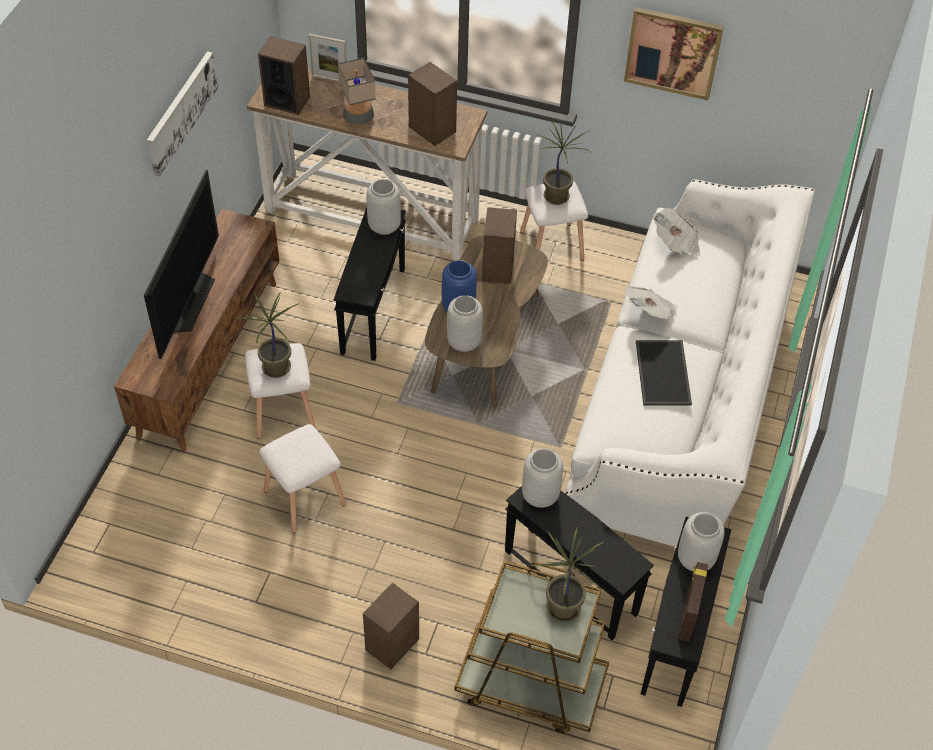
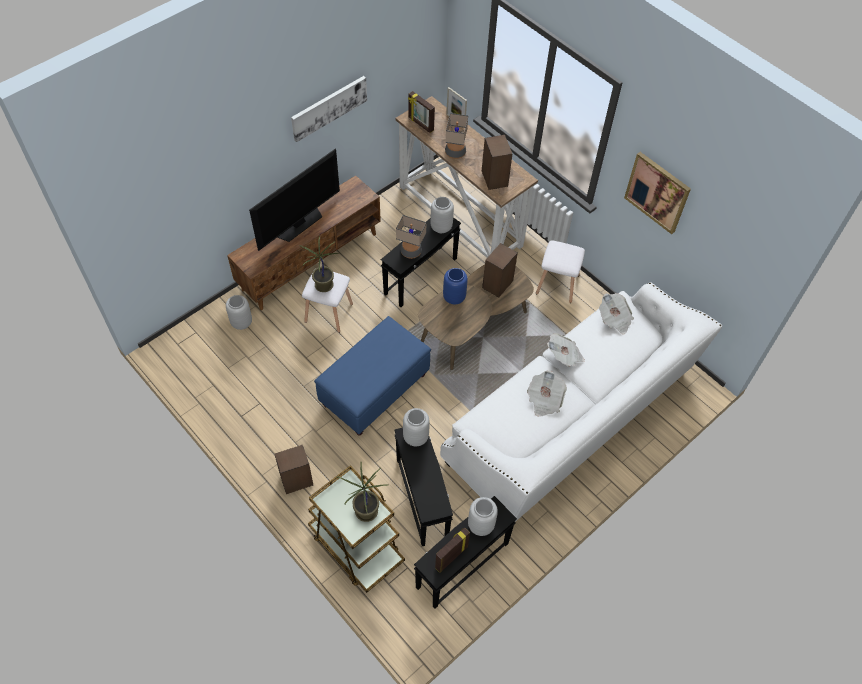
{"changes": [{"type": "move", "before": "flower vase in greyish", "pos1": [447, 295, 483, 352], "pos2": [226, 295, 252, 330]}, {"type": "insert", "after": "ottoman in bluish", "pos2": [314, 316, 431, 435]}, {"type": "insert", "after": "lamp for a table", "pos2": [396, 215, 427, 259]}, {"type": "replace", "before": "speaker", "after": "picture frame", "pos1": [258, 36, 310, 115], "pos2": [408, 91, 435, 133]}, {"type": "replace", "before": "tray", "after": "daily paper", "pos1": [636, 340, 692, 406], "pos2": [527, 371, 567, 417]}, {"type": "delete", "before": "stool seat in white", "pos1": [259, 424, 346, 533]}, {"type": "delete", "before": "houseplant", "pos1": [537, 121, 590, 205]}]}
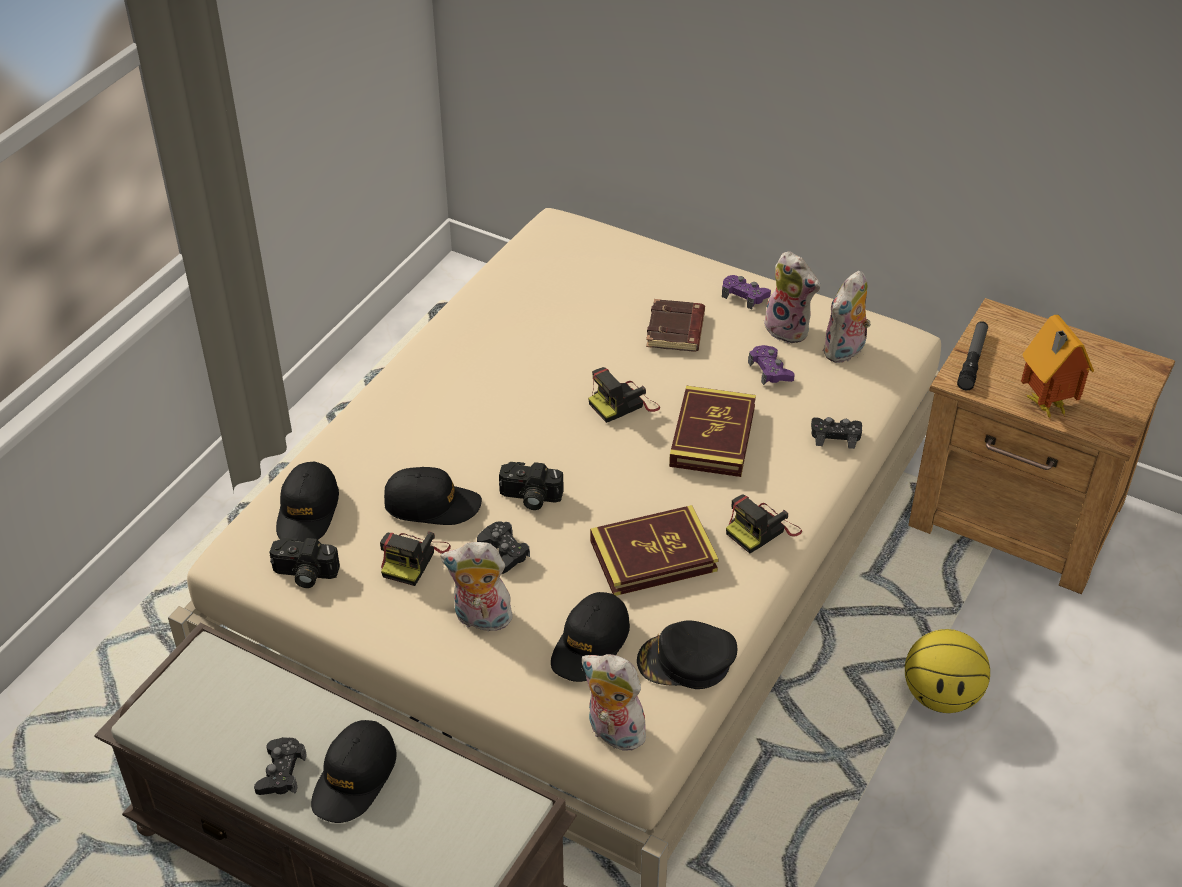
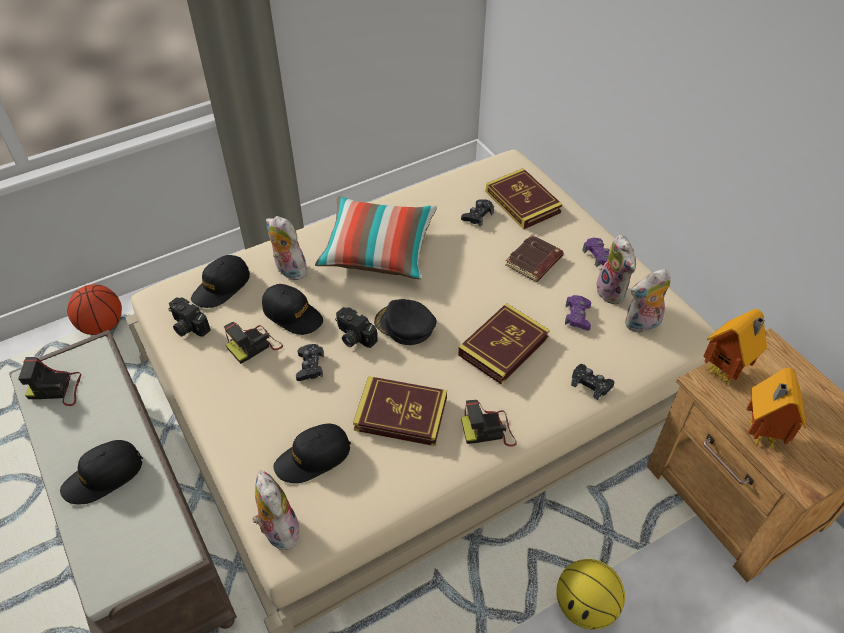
{"changes": [{"type": "move", "before": "photo camera", "pos1": [588, 367, 660, 423], "pos2": [18, 357, 81, 406]}, {"type": "insert", "after": "ball for basketball", "pos2": [67, 284, 122, 335]}, {"type": "move", "before": "cuddly toy", "pos1": [441, 542, 518, 632], "pos2": [266, 216, 307, 280]}, {"type": "insert", "after": "pillow", "pos2": [315, 196, 437, 279]}, {"type": "move", "before": "cap in blackish", "pos1": [637, 621, 737, 689], "pos2": [374, 299, 437, 345]}, {"type": "move", "before": "gamepad in blackish", "pos1": [254, 737, 307, 795], "pos2": [461, 199, 494, 227]}, {"type": "insert", "after": "bound book", "pos2": [486, 168, 563, 230]}, {"type": "replace", "before": "flashlight", "after": "miniature house", "pos1": [957, 321, 988, 390], "pos2": [703, 309, 767, 384]}]}
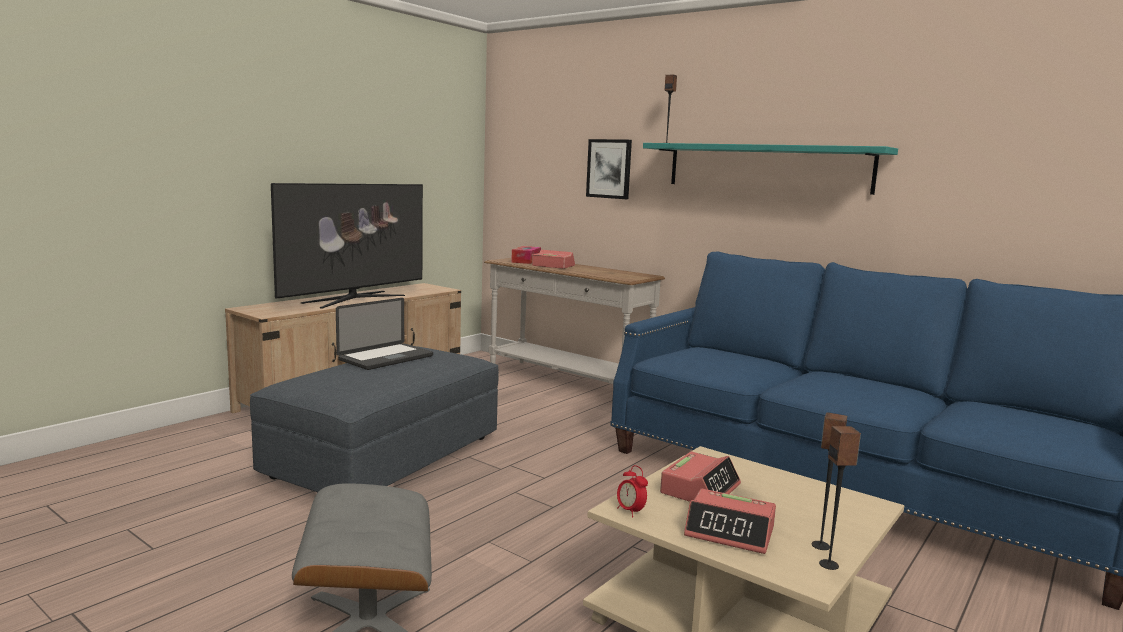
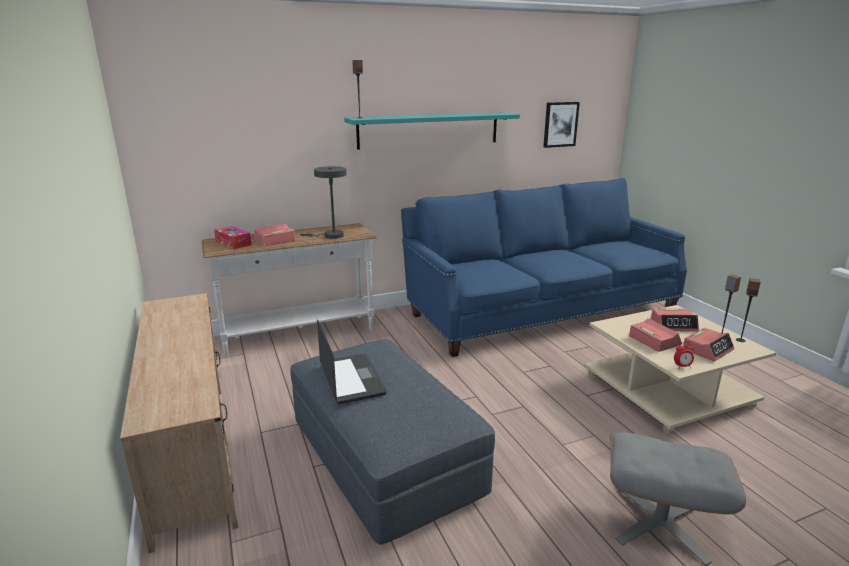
{"changes": [{"type": "insert", "after": "lamp for a table in greyish", "pos2": [300, 166, 347, 239]}, {"type": "move", "before": "wall picture", "pos1": [586, 139, 632, 199], "pos2": [543, 102, 580, 148]}, {"type": "insert", "after": "bedside clock", "pos2": [651, 308, 699, 331]}, {"type": "delete", "before": "TV set", "pos1": [271, 183, 423, 308]}]}
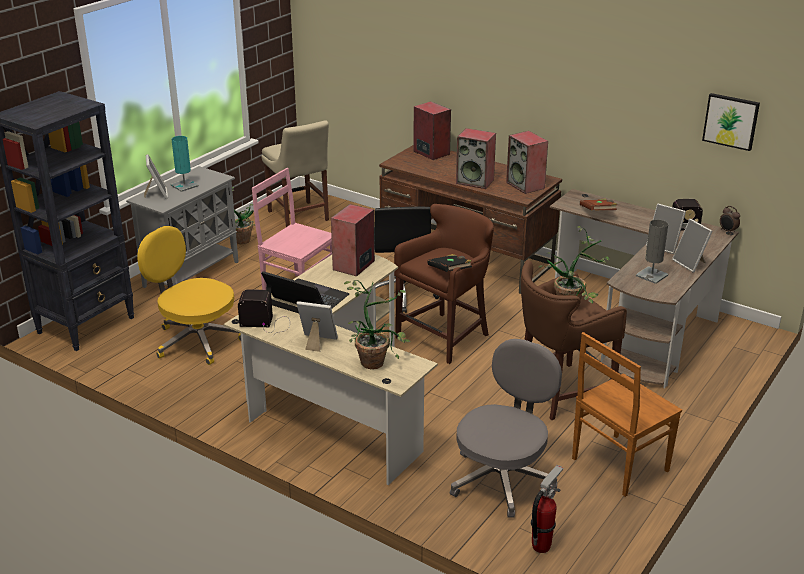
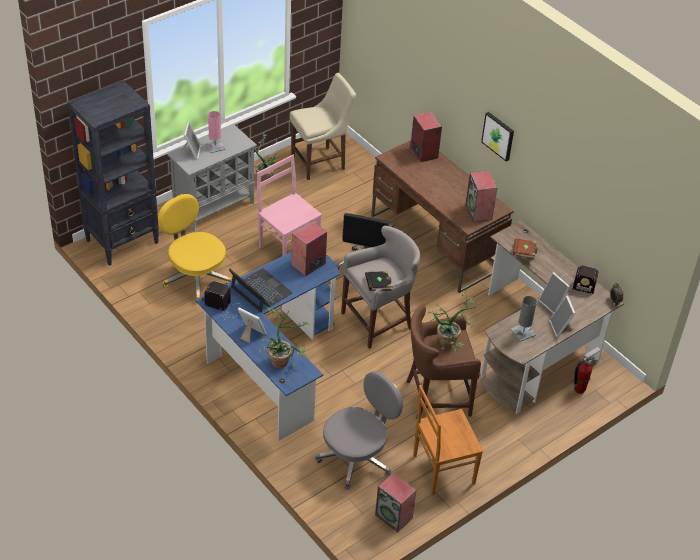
{"changes": [{"type": "recolor", "before": "desk unit in beige-coloured", "after": "desk unit in bluish", "pos1": [223, 255, 438, 485], "pos2": [195, 252, 340, 441]}, {"type": "recolor", "before": "lamp for a table in turquoise", "after": "lamp for a table in pinkish", "pos1": [171, 136, 199, 192], "pos2": [205, 111, 226, 153]}, {"type": "rotate", "before": "chair in beige-coloured", "pos1": [261, 121, 329, 227], "pos2": [290, 73, 356, 180], "turn": -105}, {"type": "recolor", "before": "stool seat in brownish", "after": "stool seat in greyish", "pos1": [394, 204, 494, 364], "pos2": [341, 226, 420, 349]}, {"type": "move", "before": "speaker", "pos1": [456, 128, 496, 189], "pos2": [375, 473, 416, 532]}, {"type": "move", "before": "wall picture", "pos1": [702, 93, 760, 151], "pos2": [481, 112, 514, 161]}, {"type": "move", "before": "extinguisher", "pos1": [531, 465, 563, 553], "pos2": [574, 346, 602, 394]}]}
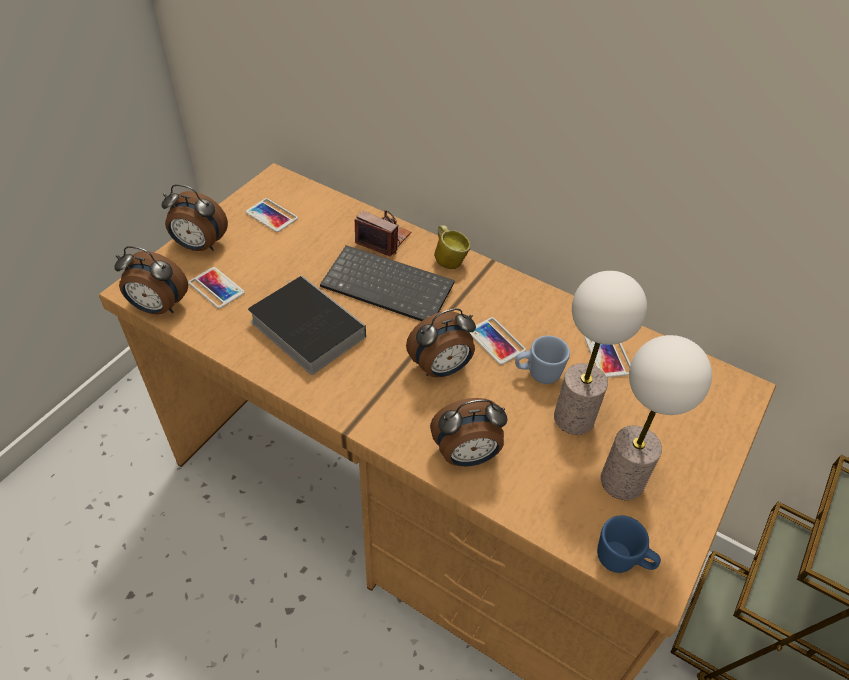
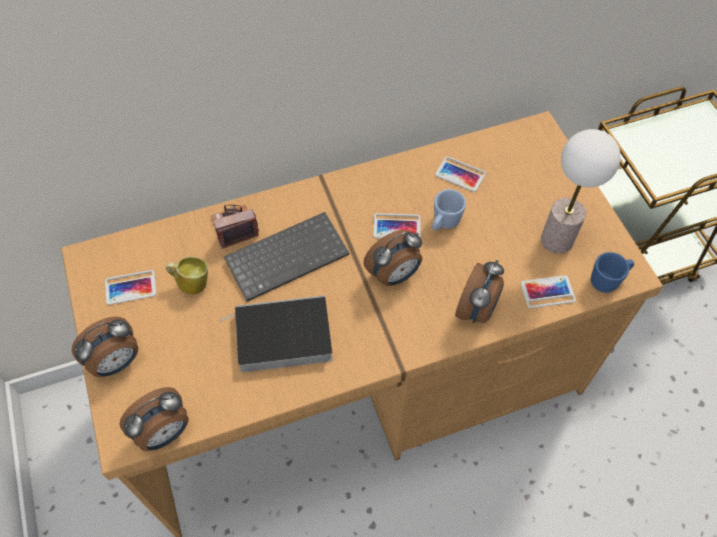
{"changes": [{"type": "move", "before": "mug", "pos1": [434, 225, 471, 269], "pos2": [166, 257, 208, 294]}, {"type": "rotate", "before": "bedside clock", "pos1": [406, 308, 476, 377], "pos2": [363, 230, 422, 286], "turn": 45}, {"type": "move", "before": "phone", "pos1": [188, 267, 245, 309], "pos2": [521, 275, 576, 308]}, {"type": "delete", "before": "lamp for a table", "pos1": [554, 271, 647, 435]}]}
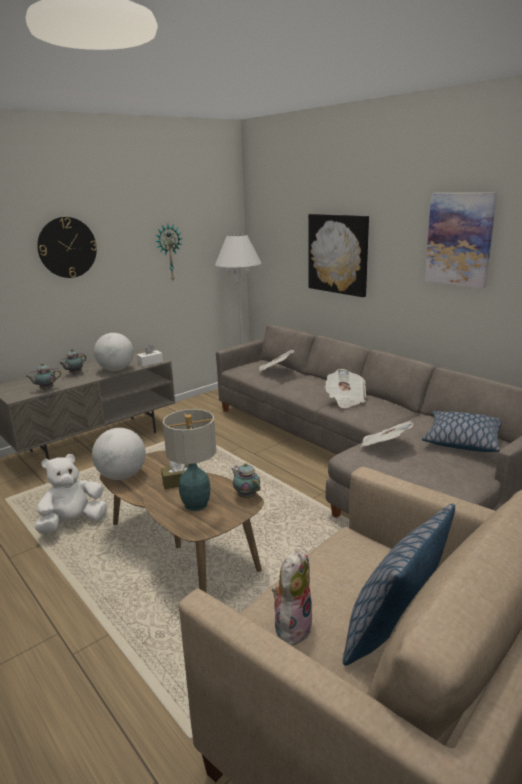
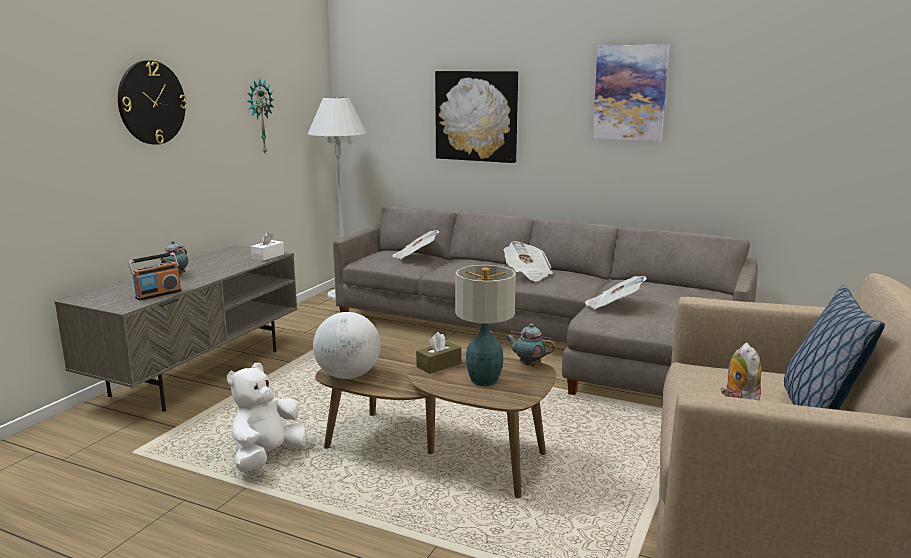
{"changes": [{"type": "replace", "before": "pot for tea", "after": "radio set", "pos1": [26, 363, 61, 390], "pos2": [128, 252, 181, 300]}, {"type": "delete", "before": "globe", "pos1": [94, 333, 134, 371]}, {"type": "delete", "before": "pillow", "pos1": [422, 411, 502, 452]}]}
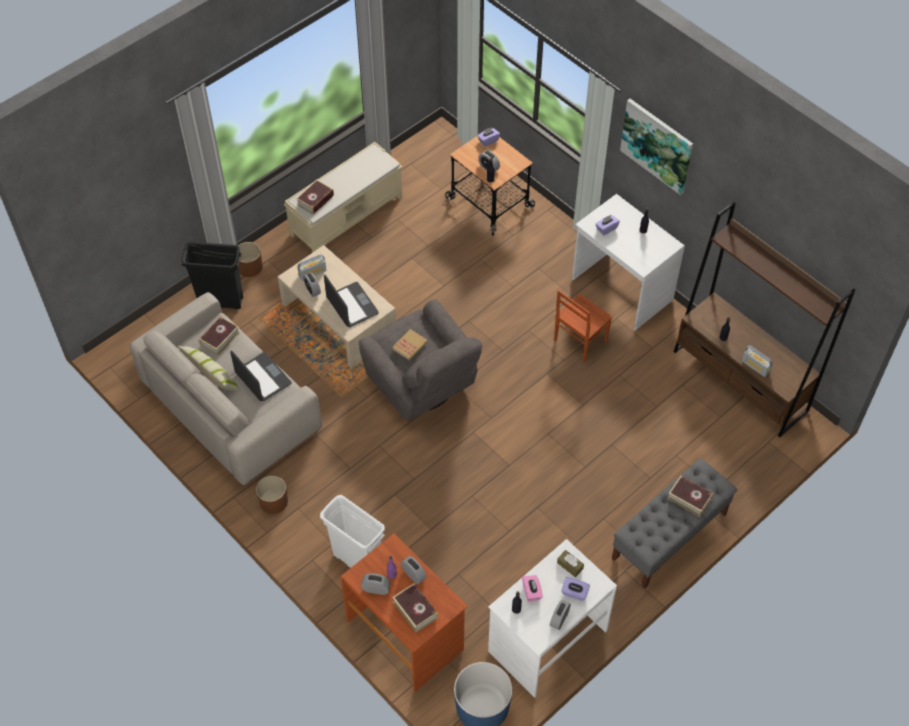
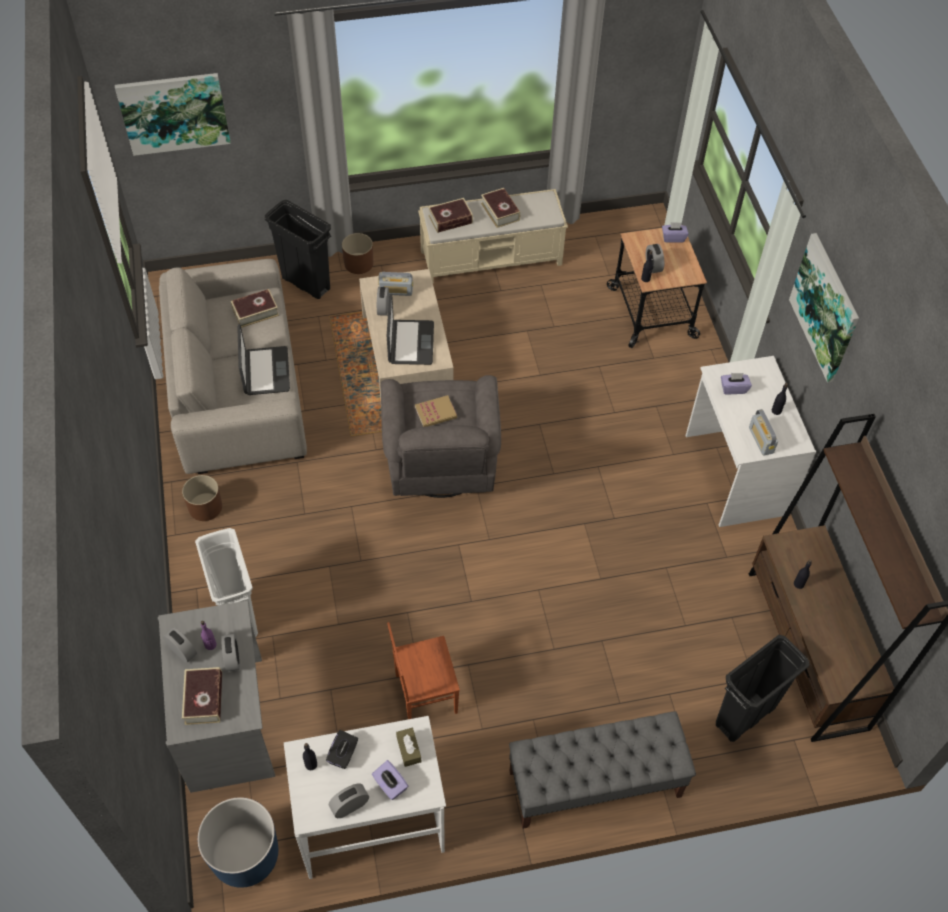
{"changes": [{"type": "insert", "after": "wall picture", "pos2": [115, 73, 231, 156]}, {"type": "recolor", "before": "desk unit in brownish", "after": "desk unit in greyish", "pos1": [340, 533, 468, 692], "pos2": [158, 600, 275, 793]}, {"type": "recolor", "before": "box of tissues in pinkish", "after": "box of tissues in blackish", "pos1": [522, 575, 543, 602], "pos2": [326, 730, 358, 769]}, {"type": "move", "before": "chair in brownish", "pos1": [554, 290, 612, 363], "pos2": [387, 622, 460, 719]}, {"type": "move", "before": "bound book", "pos1": [667, 476, 713, 517], "pos2": [481, 188, 520, 228]}, {"type": "insert", "after": "rubbish bin in blackish", "pos2": [716, 635, 809, 742]}, {"type": "move", "before": "radio set", "pos1": [742, 345, 773, 377], "pos2": [749, 409, 778, 456]}, {"type": "delete", "before": "pillow", "pos1": [178, 346, 241, 392]}]}
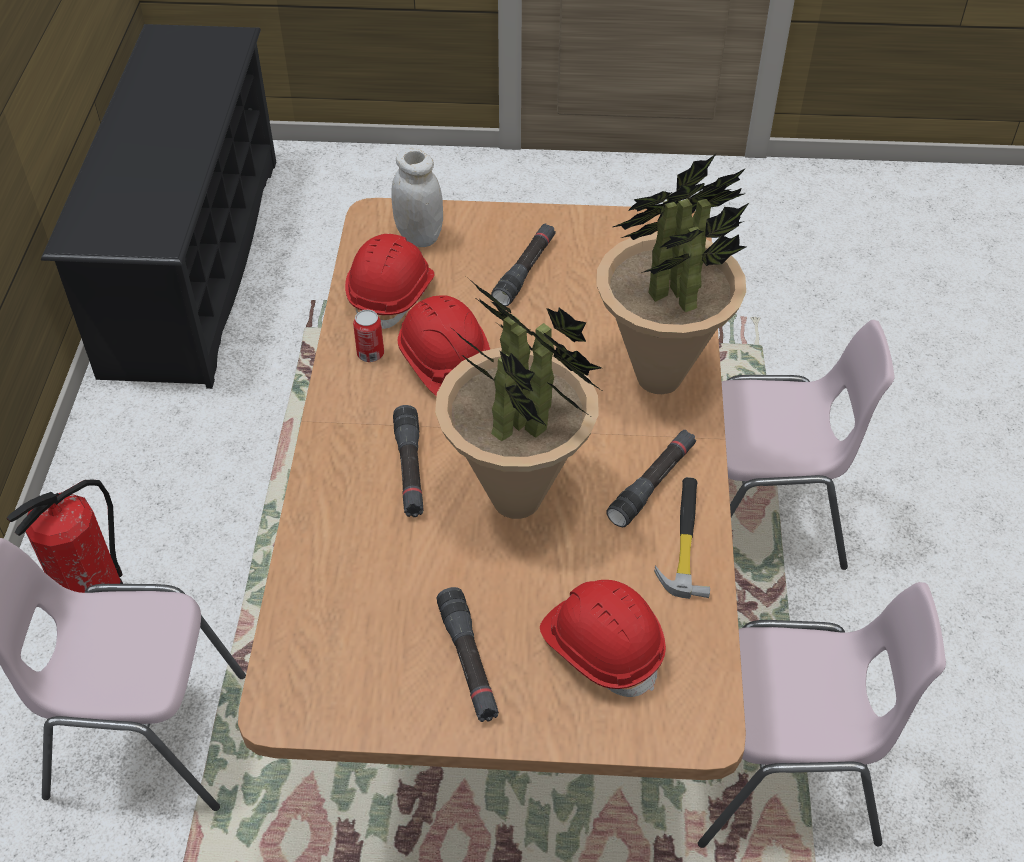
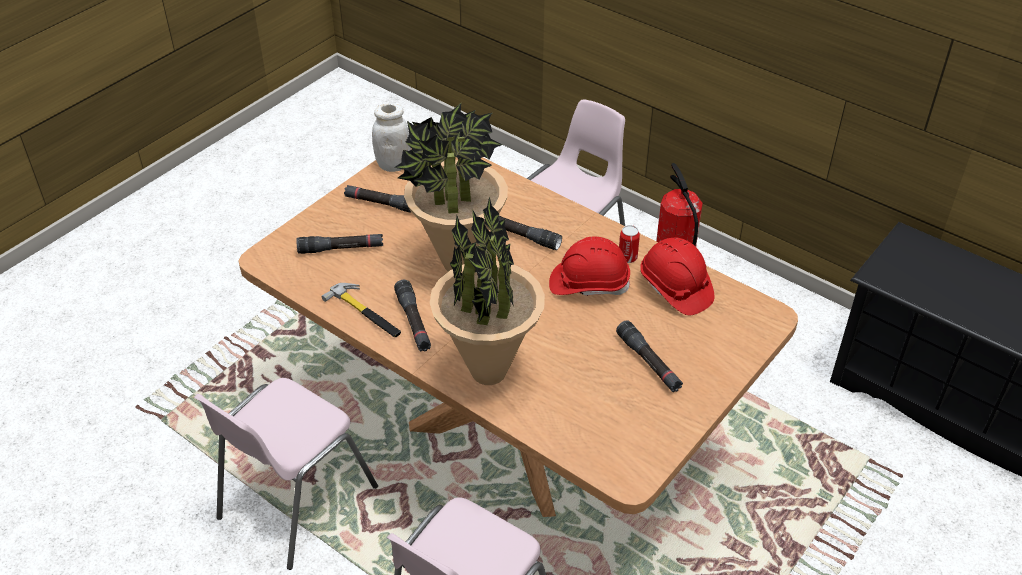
{"changes": [{"type": "replace", "before": "hard hat in reddish", "after": "flashlight in blackish", "pos1": [540, 580, 666, 697], "pos2": [297, 234, 383, 254]}, {"type": "move", "before": "storage jar in white", "pos1": [392, 148, 443, 247], "pos2": [372, 104, 411, 172]}]}
